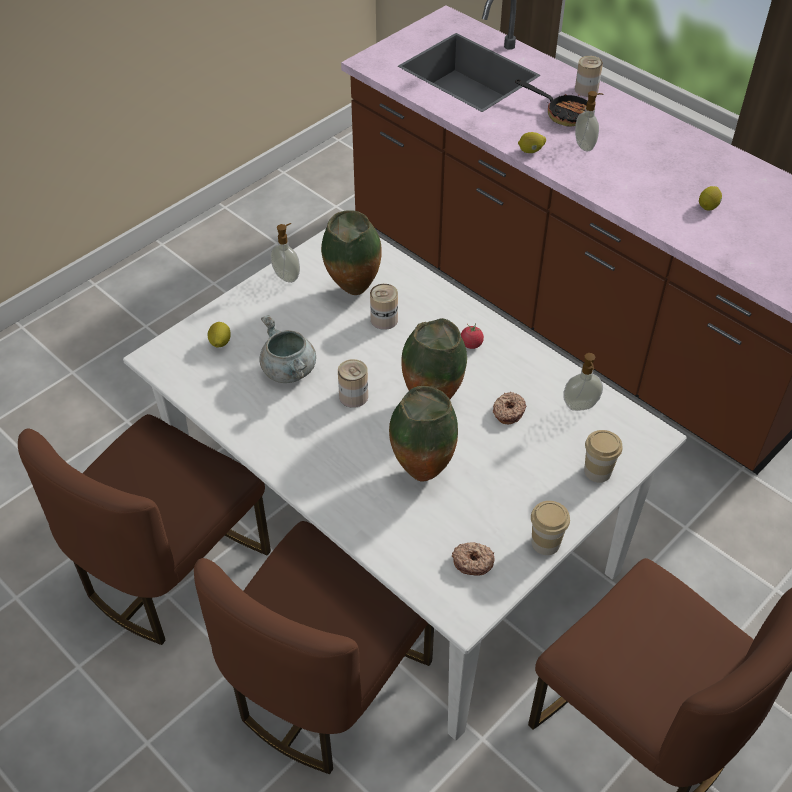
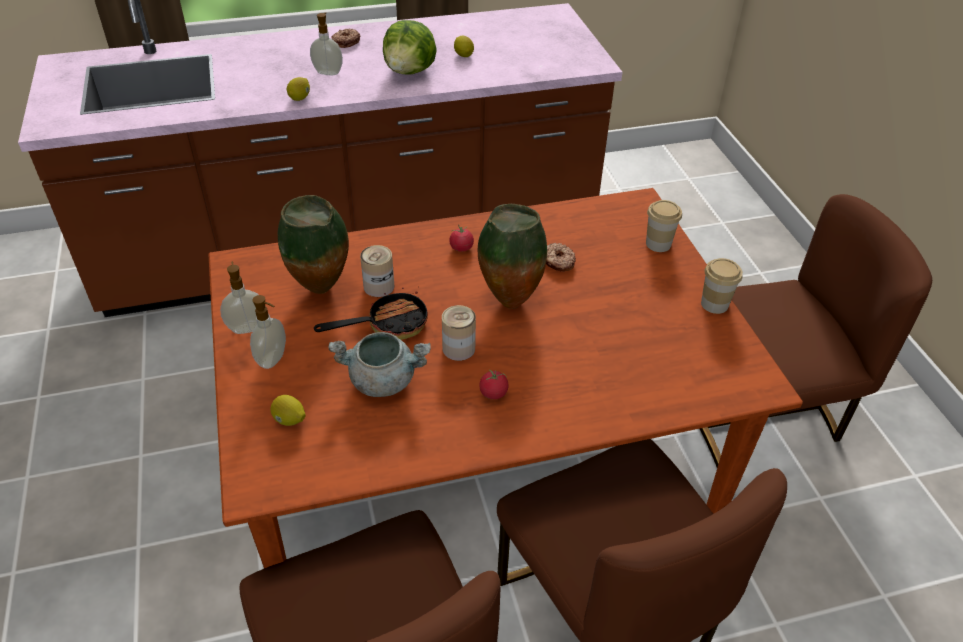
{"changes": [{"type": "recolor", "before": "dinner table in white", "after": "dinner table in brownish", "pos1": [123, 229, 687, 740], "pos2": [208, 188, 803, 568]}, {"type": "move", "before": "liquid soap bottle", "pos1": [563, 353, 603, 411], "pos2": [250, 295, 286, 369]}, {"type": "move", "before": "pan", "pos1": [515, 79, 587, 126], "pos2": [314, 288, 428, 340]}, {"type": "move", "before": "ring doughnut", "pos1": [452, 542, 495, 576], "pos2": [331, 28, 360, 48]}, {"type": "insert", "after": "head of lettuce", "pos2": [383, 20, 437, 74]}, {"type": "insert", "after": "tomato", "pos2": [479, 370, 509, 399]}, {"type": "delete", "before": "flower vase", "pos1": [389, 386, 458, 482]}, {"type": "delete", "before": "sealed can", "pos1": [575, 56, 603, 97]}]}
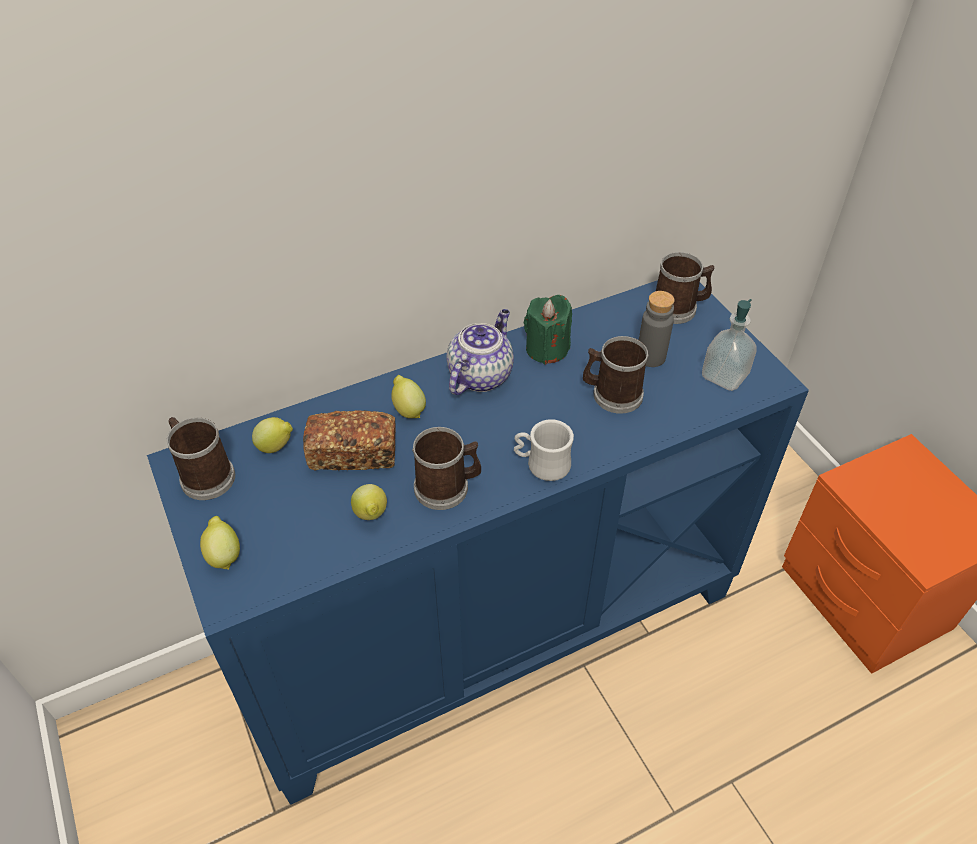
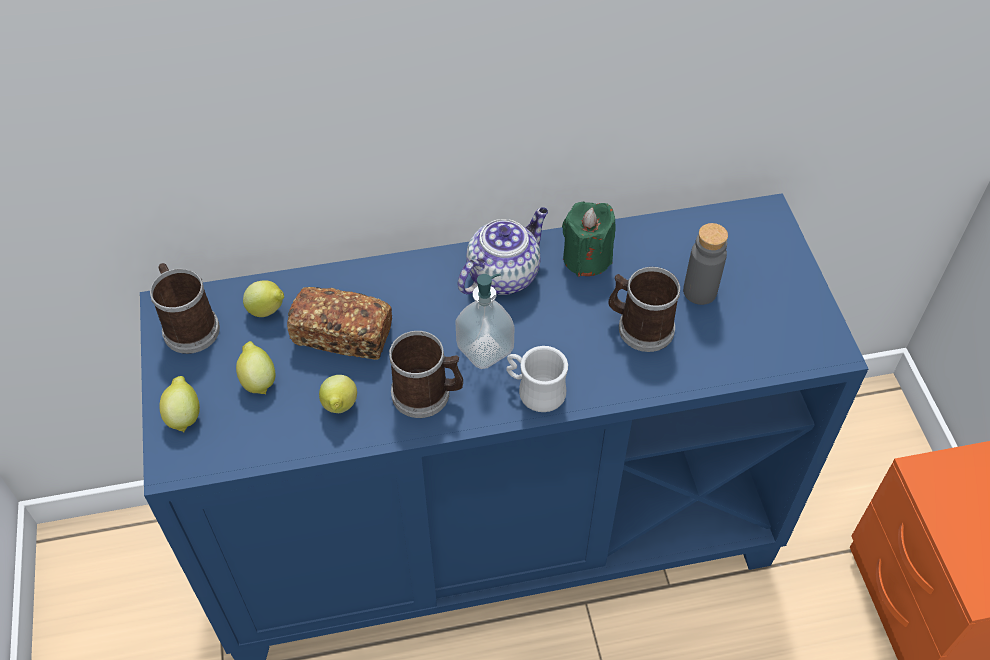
{"changes": [{"type": "move", "before": "whole lemon", "pos1": [391, 375, 426, 418], "pos2": [236, 341, 276, 394]}, {"type": "move", "before": "liquid soap bottle", "pos1": [702, 299, 757, 391], "pos2": [455, 273, 514, 369]}, {"type": "delete", "before": "mug", "pos1": [656, 252, 715, 324]}]}
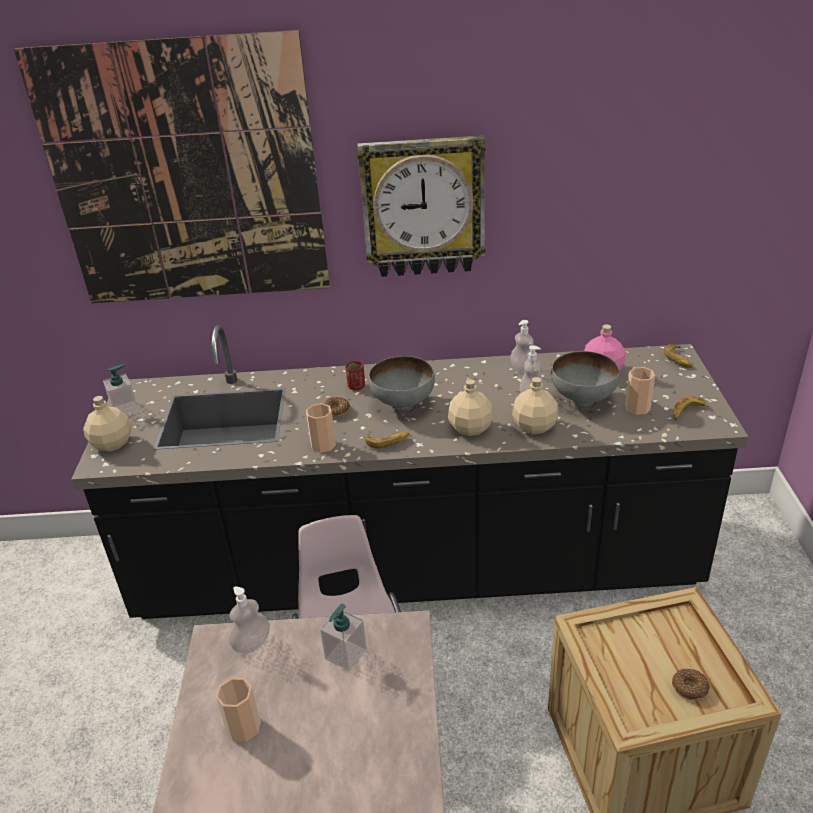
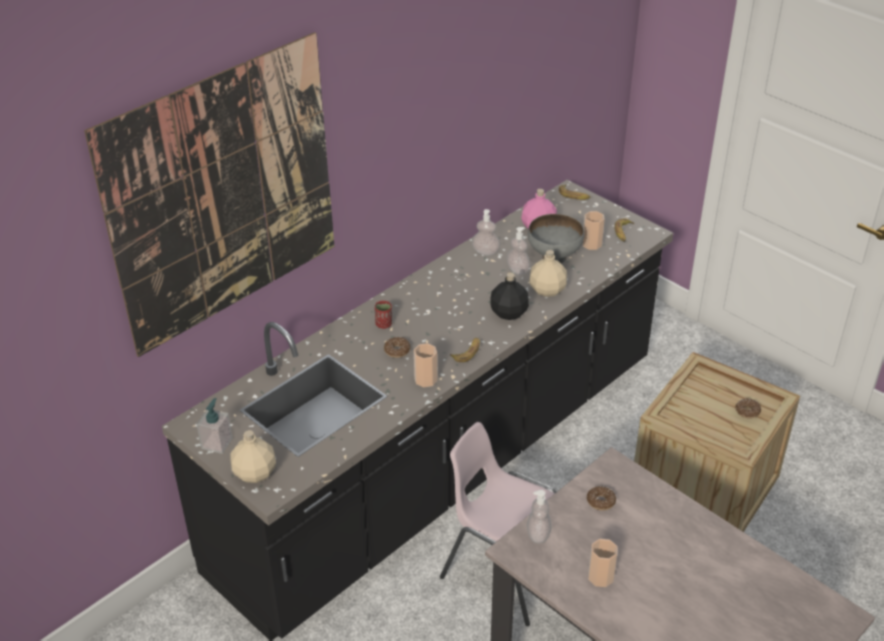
{"changes": [{"type": "recolor", "before": "beverage bottle in beige-coloured", "after": "beverage bottle in blackish", "pos1": [448, 379, 493, 436], "pos2": [491, 272, 529, 320]}, {"type": "replace", "before": "liquid soap bottle", "after": "ring doughnut", "pos1": [320, 604, 367, 672], "pos2": [587, 486, 616, 511]}, {"type": "delete", "before": "wall clock", "pos1": [357, 135, 486, 277]}, {"type": "delete", "before": "bowl in greyish", "pos1": [368, 356, 435, 415]}]}
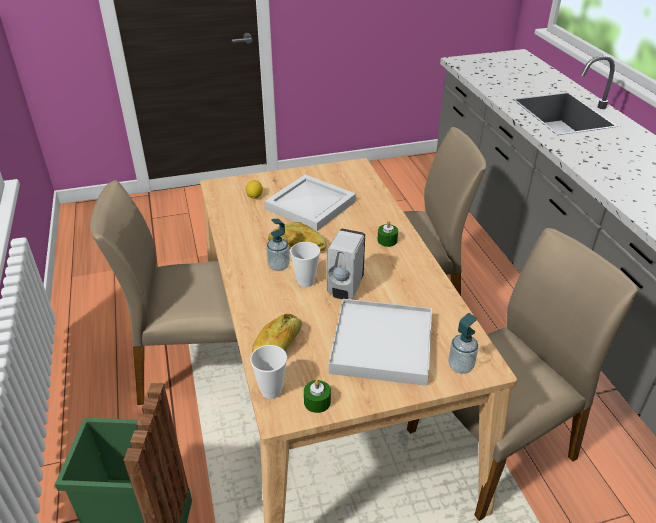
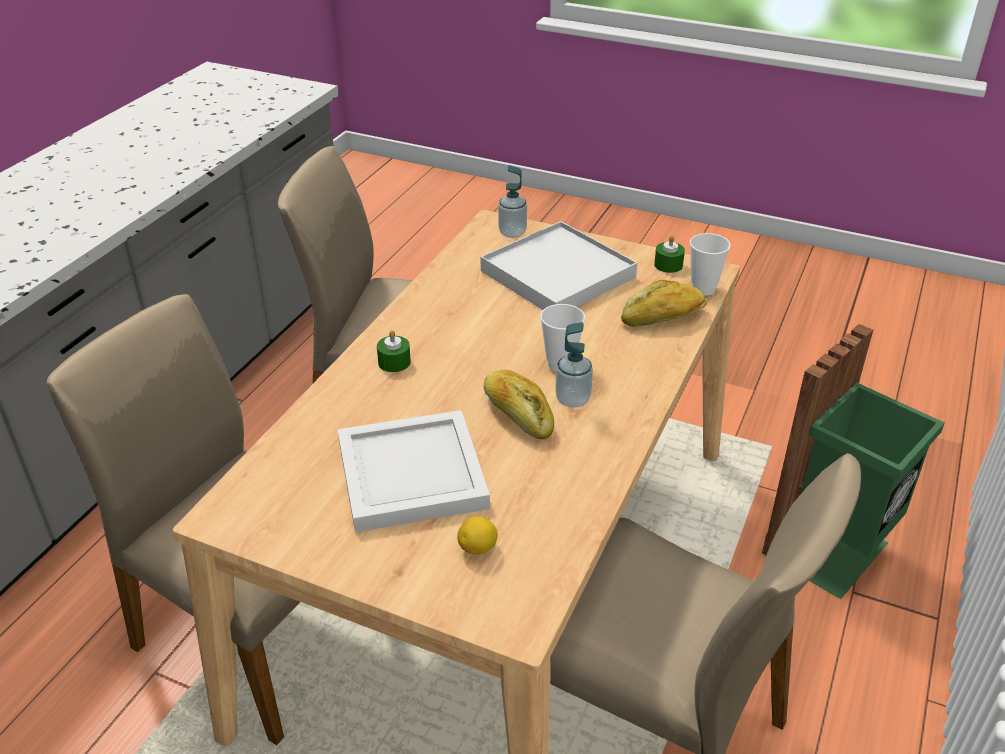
{"changes": [{"type": "delete", "before": "liquid soap bottle in white", "pos1": [327, 229, 365, 299]}]}
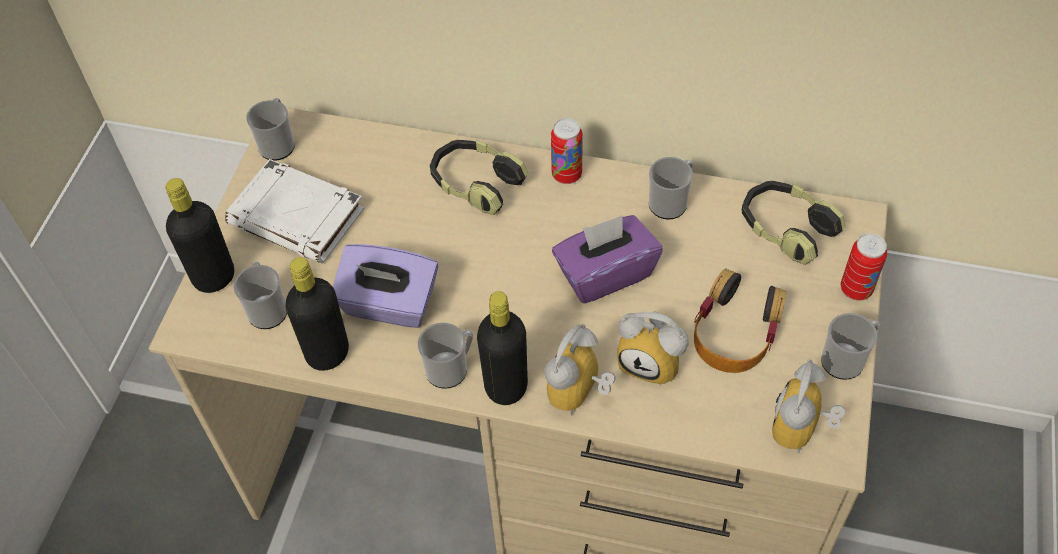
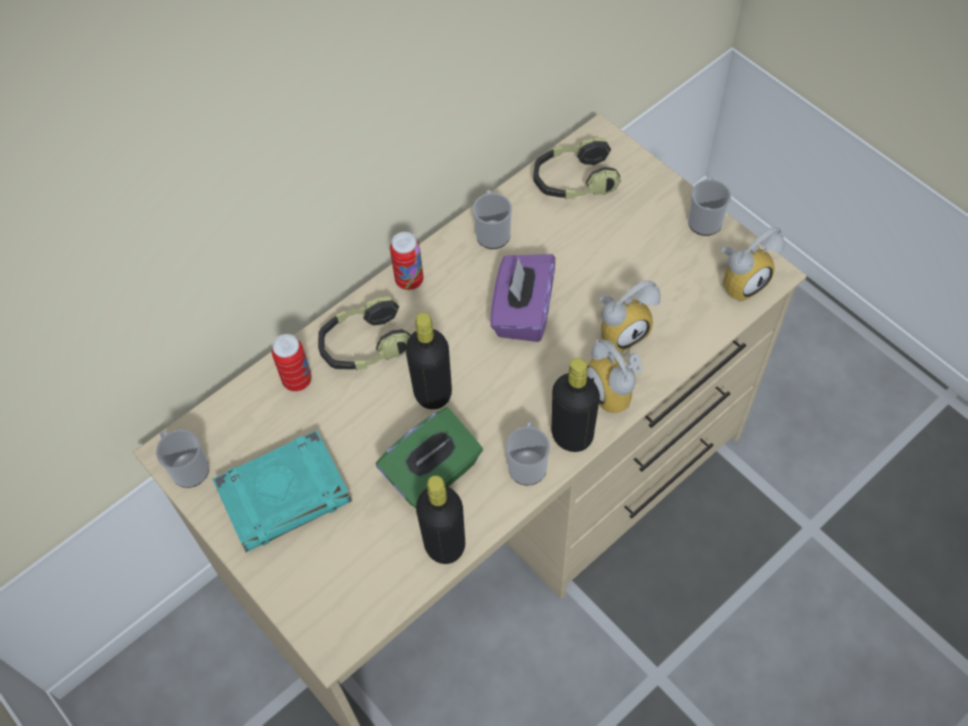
{"changes": [{"type": "recolor", "before": "bound book in white", "after": "bound book in turquoise", "pos1": [225, 159, 364, 264], "pos2": [212, 430, 352, 552]}, {"type": "move", "before": "sealed can", "pos1": [841, 233, 887, 301], "pos2": [272, 334, 312, 392]}, {"type": "recolor", "before": "box of tissues in purplish", "after": "box of tissues in green", "pos1": [333, 244, 438, 328], "pos2": [376, 407, 483, 508]}, {"type": "move", "before": "beverage bottle in blackish", "pos1": [165, 178, 234, 293], "pos2": [406, 312, 452, 410]}, {"type": "rotate", "before": "bedside clock", "pos1": [772, 359, 845, 454], "pos2": [721, 227, 785, 302], "turn": -90}, {"type": "delete", "before": "mug", "pos1": [233, 261, 287, 329]}, {"type": "delete", "before": "headphones", "pos1": [694, 269, 786, 373]}]}
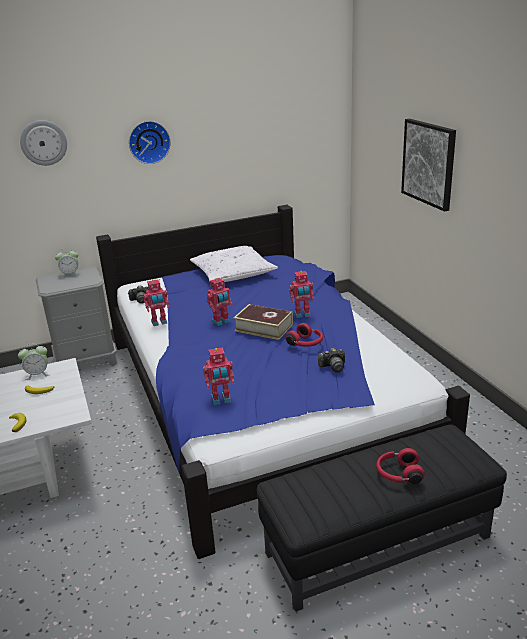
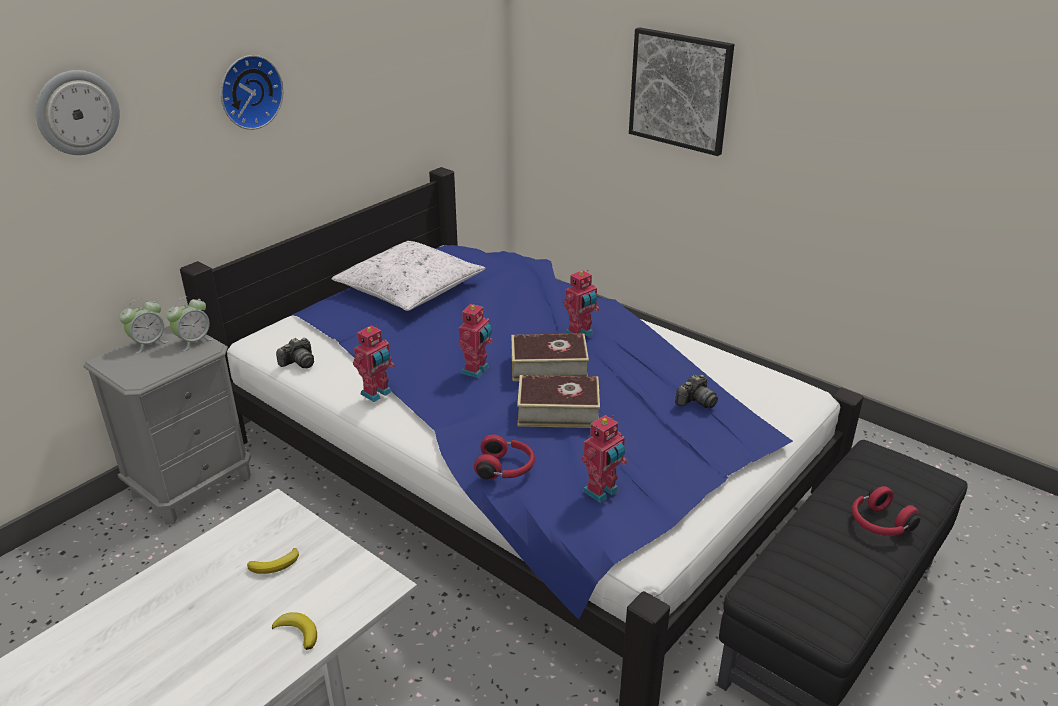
{"changes": [{"type": "move", "before": "bedside clock", "pos1": [18, 343, 50, 380], "pos2": [166, 296, 214, 351]}, {"type": "move", "before": "headphones in reddish", "pos1": [286, 323, 323, 347], "pos2": [474, 435, 535, 480]}, {"type": "insert", "after": "bound book", "pos2": [517, 375, 600, 428]}]}
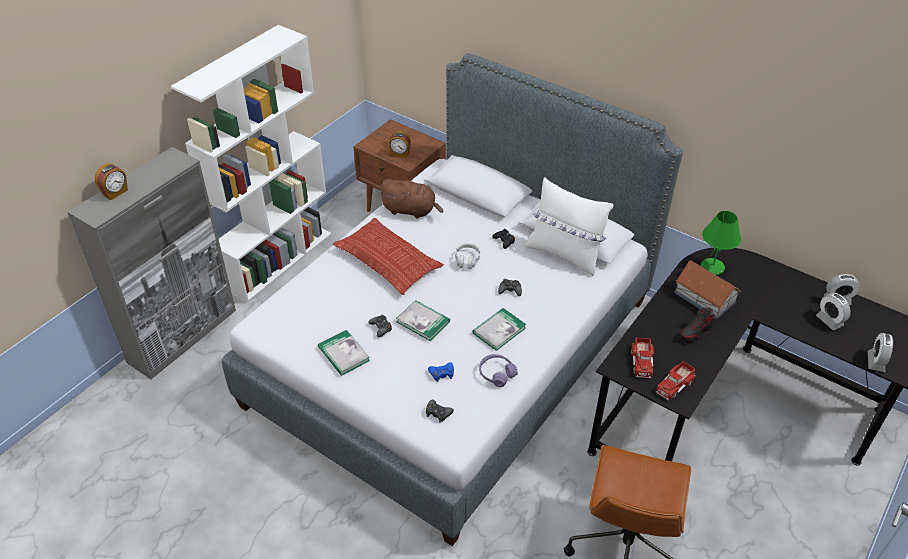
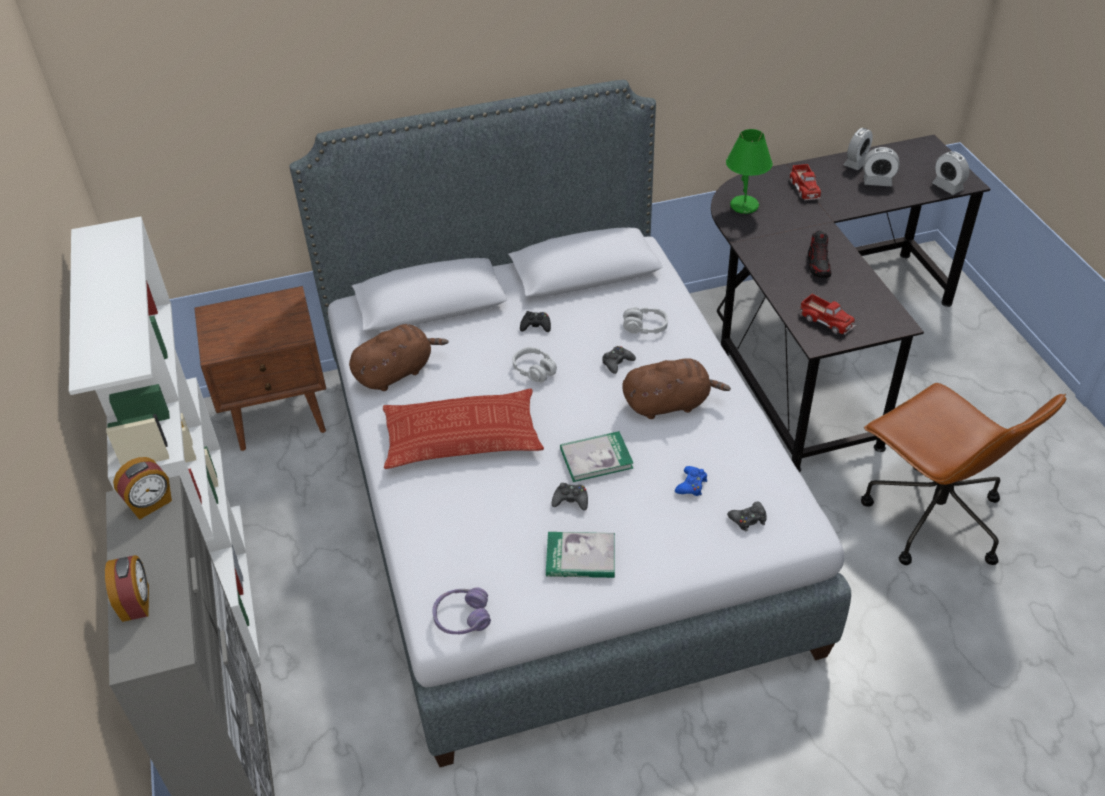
{"changes": [{"type": "move", "before": "bedside clock", "pos1": [388, 131, 411, 158], "pos2": [113, 457, 172, 520]}, {"type": "move", "before": "headphones in purplish", "pos1": [479, 354, 518, 387], "pos2": [433, 587, 491, 635]}, {"type": "replace", "before": "bound book", "after": "cuddly toy in brownish", "pos1": [472, 308, 526, 351], "pos2": [622, 358, 731, 419]}, {"type": "insert", "after": "headphones in greyish", "pos2": [623, 307, 668, 334]}, {"type": "move", "before": "toy truck", "pos1": [656, 361, 696, 400], "pos2": [790, 164, 821, 200]}, {"type": "delete", "before": "pillow in white", "pos1": [525, 177, 613, 276]}, {"type": "delete", "before": "miniature house", "pos1": [674, 260, 741, 319]}]}
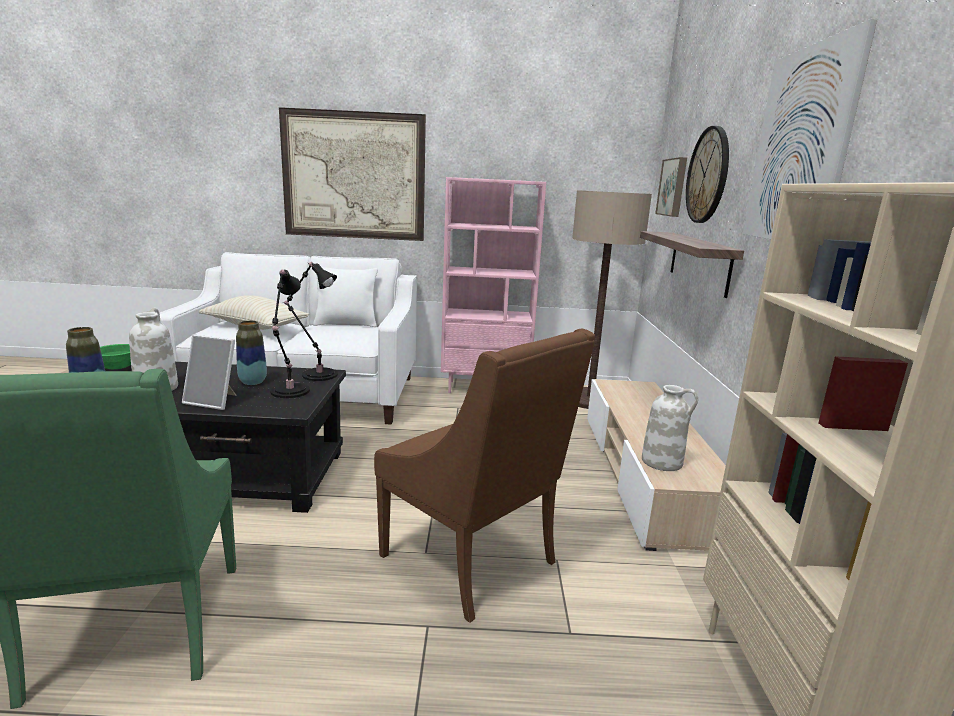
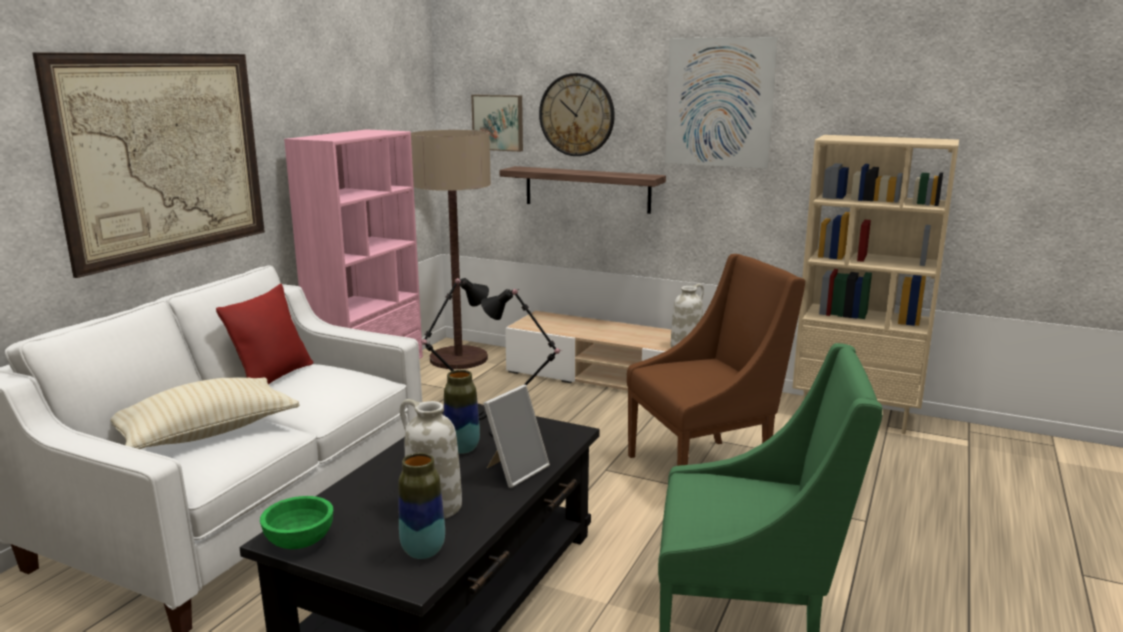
{"changes": [{"type": "recolor", "before": "pillow in white", "after": "pillow in reddish", "pos1": [313, 267, 378, 327], "pos2": [216, 284, 313, 384]}]}
